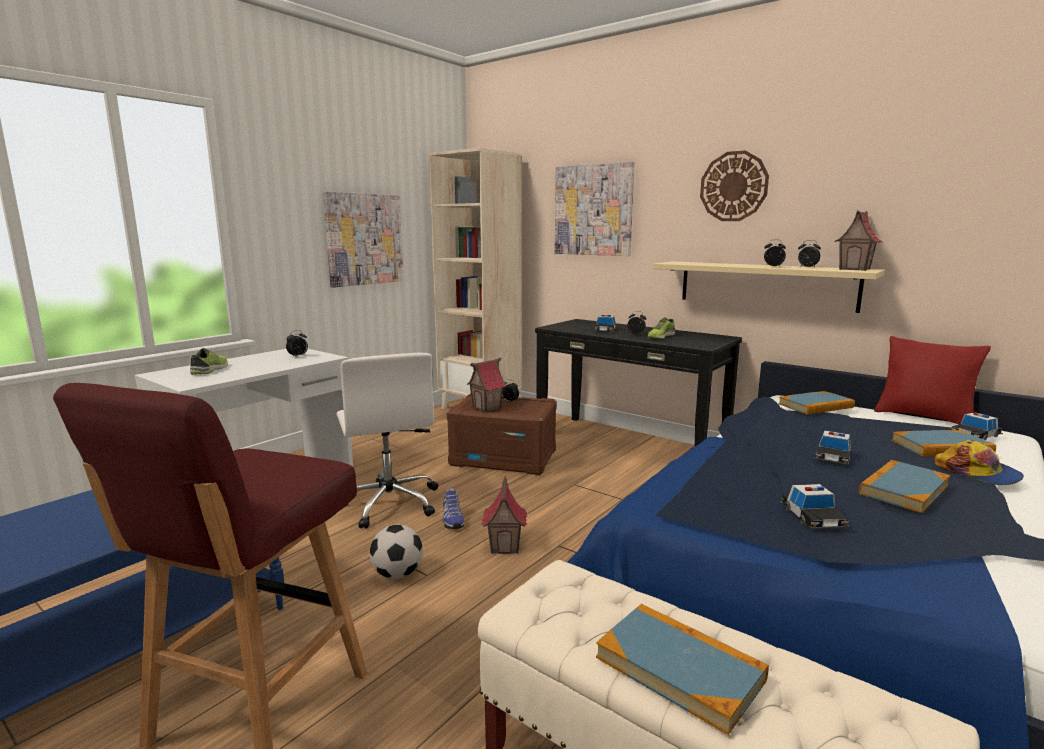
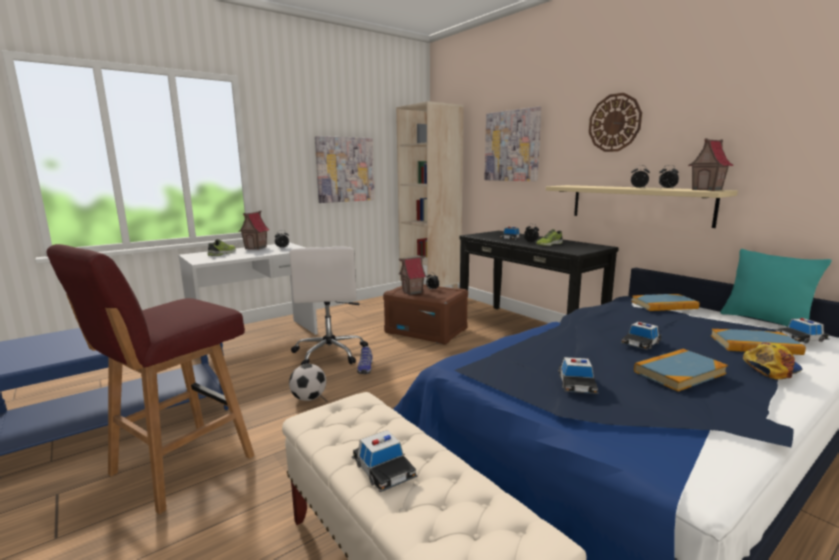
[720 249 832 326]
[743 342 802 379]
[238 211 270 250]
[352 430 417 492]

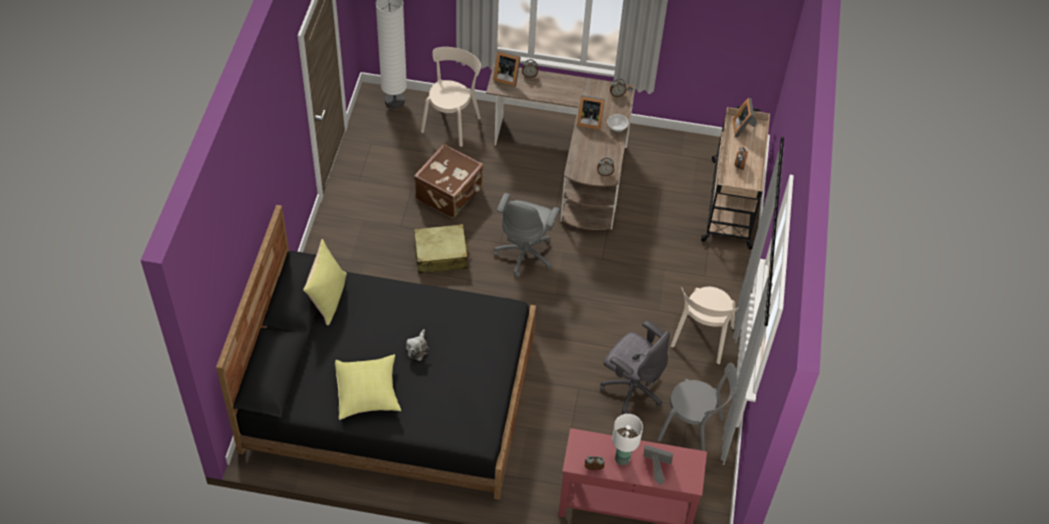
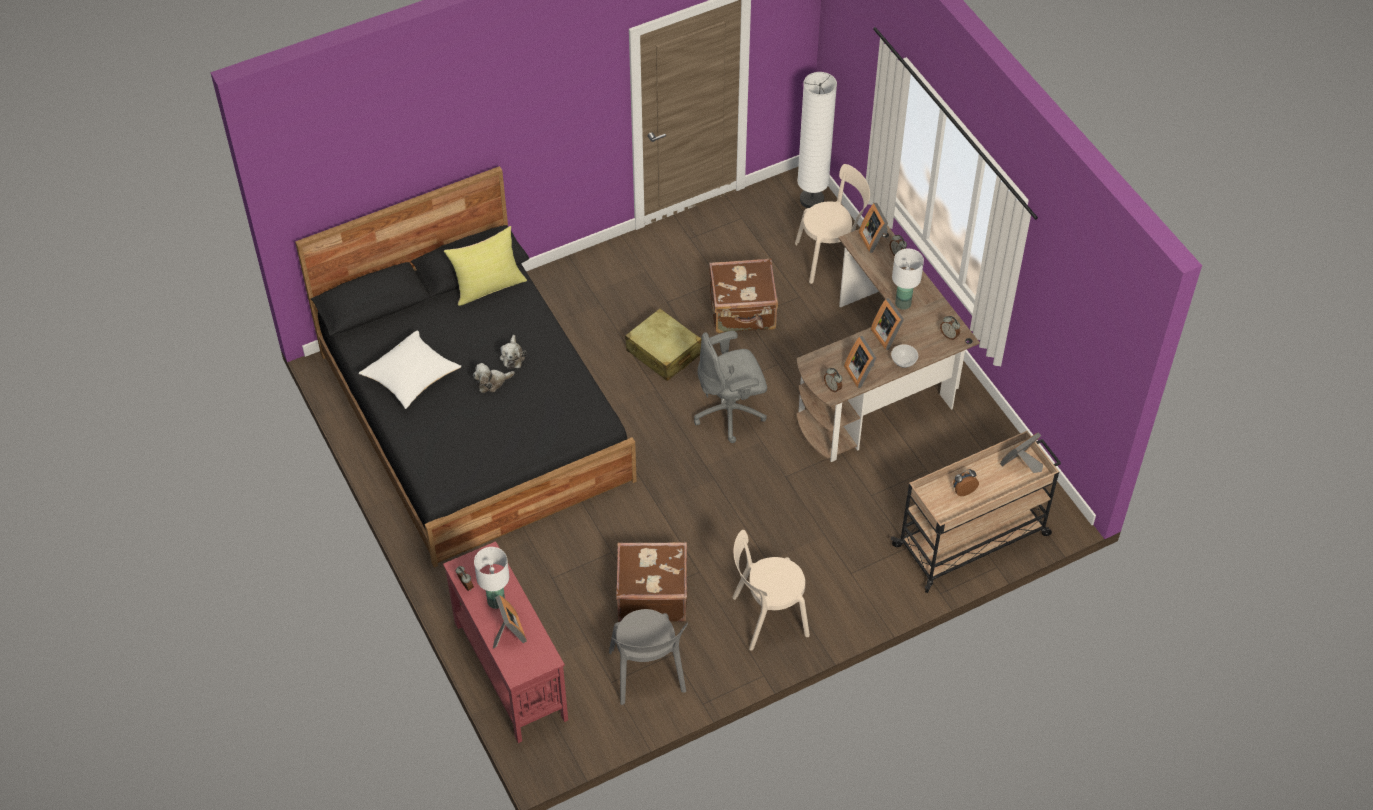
[616 542 687 622]
[359 331 461 409]
[892 249 924 310]
[500 335 526 368]
[844 336 876 388]

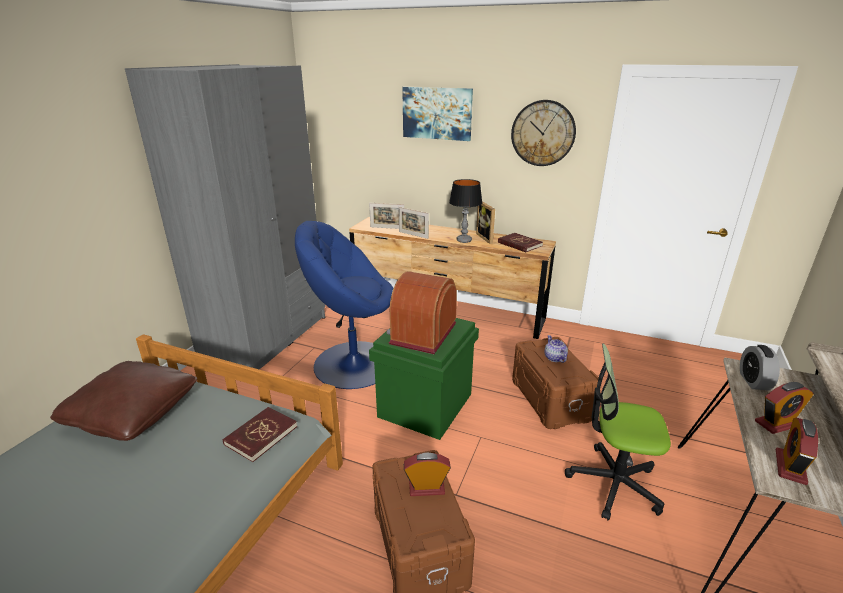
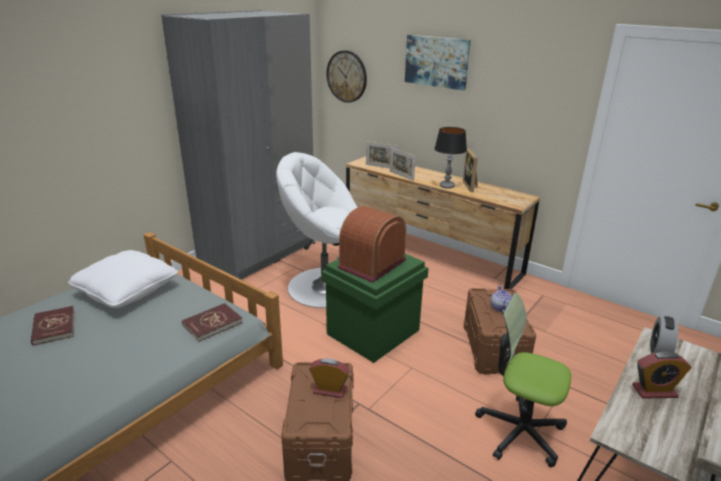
[326 50 367 103]
[276 152 357 308]
[31 306 74 346]
[68 250 178 308]
[776 418 818 485] (first image)

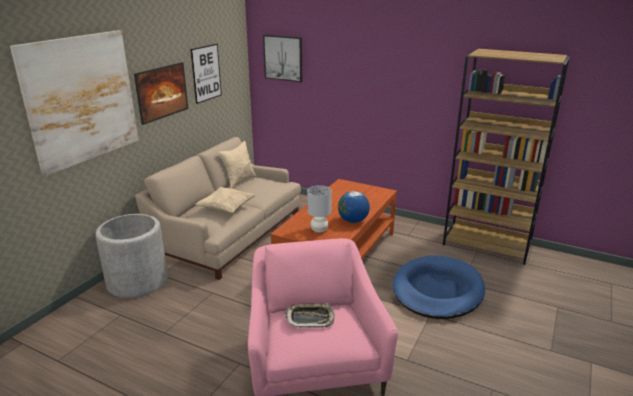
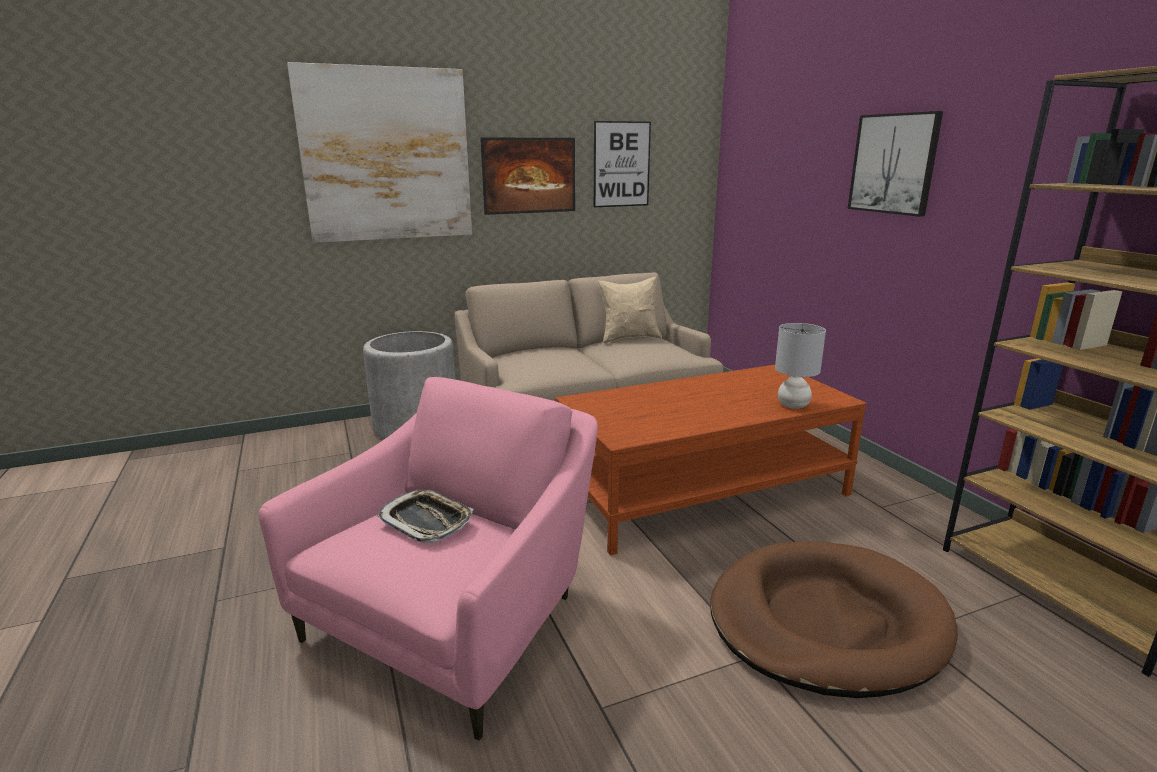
[848 111 943 217]
[775 323 826 409]
[196 187 256 213] (first image)
[338 191 370 223] (first image)
[710 541 958 698]

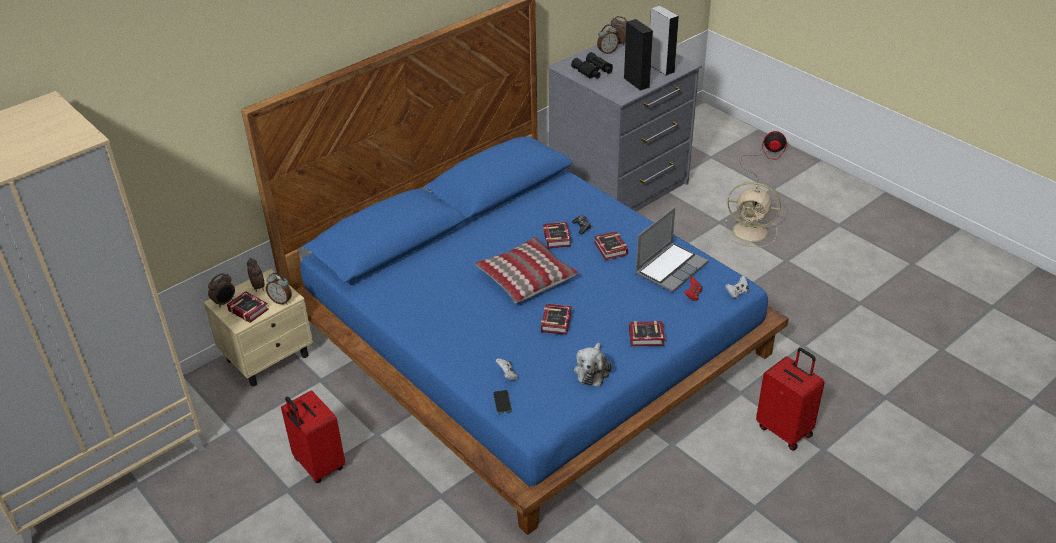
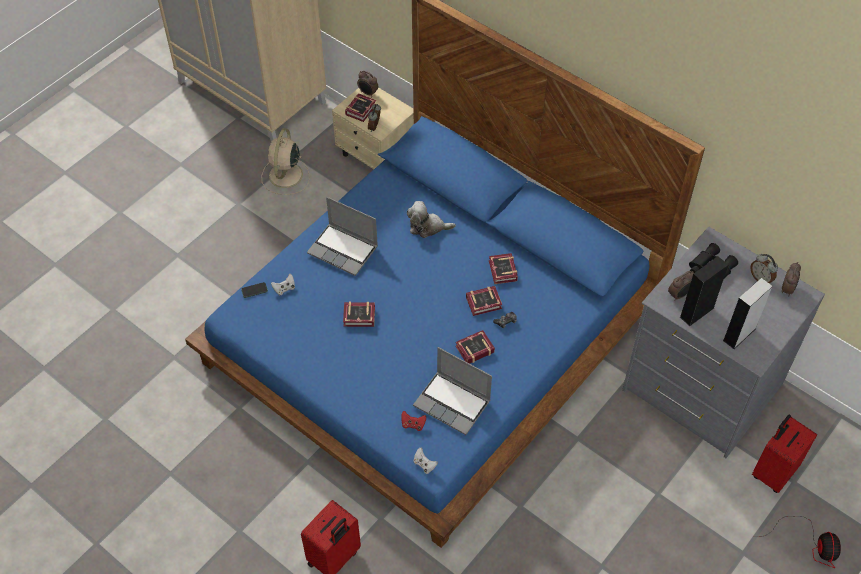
[262 128 309 195]
[475 237 578 303] (first image)
[668 271 694 301]
[489 253 518 284]
[407 201 456 238]
[752 415 817 493]
[307 197 378 276]

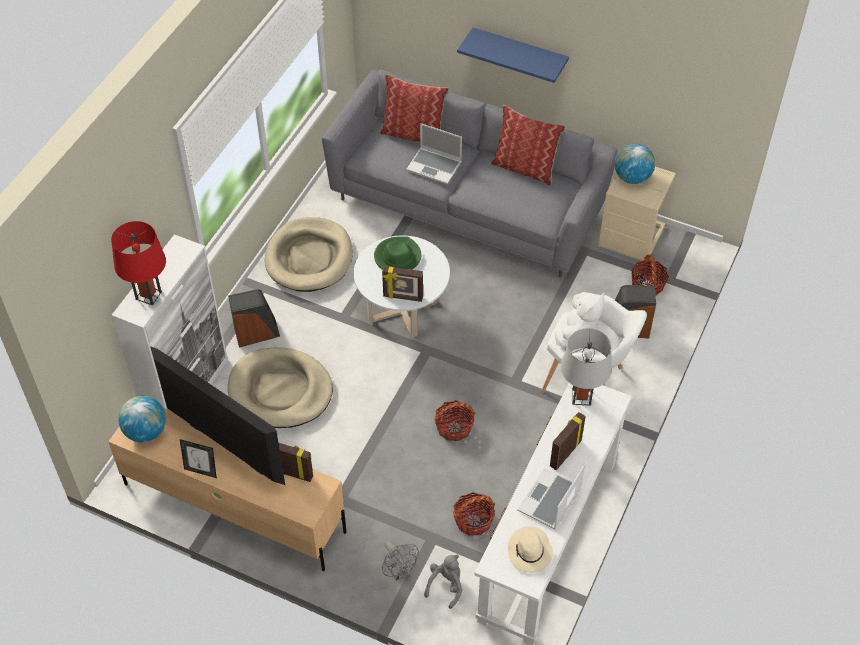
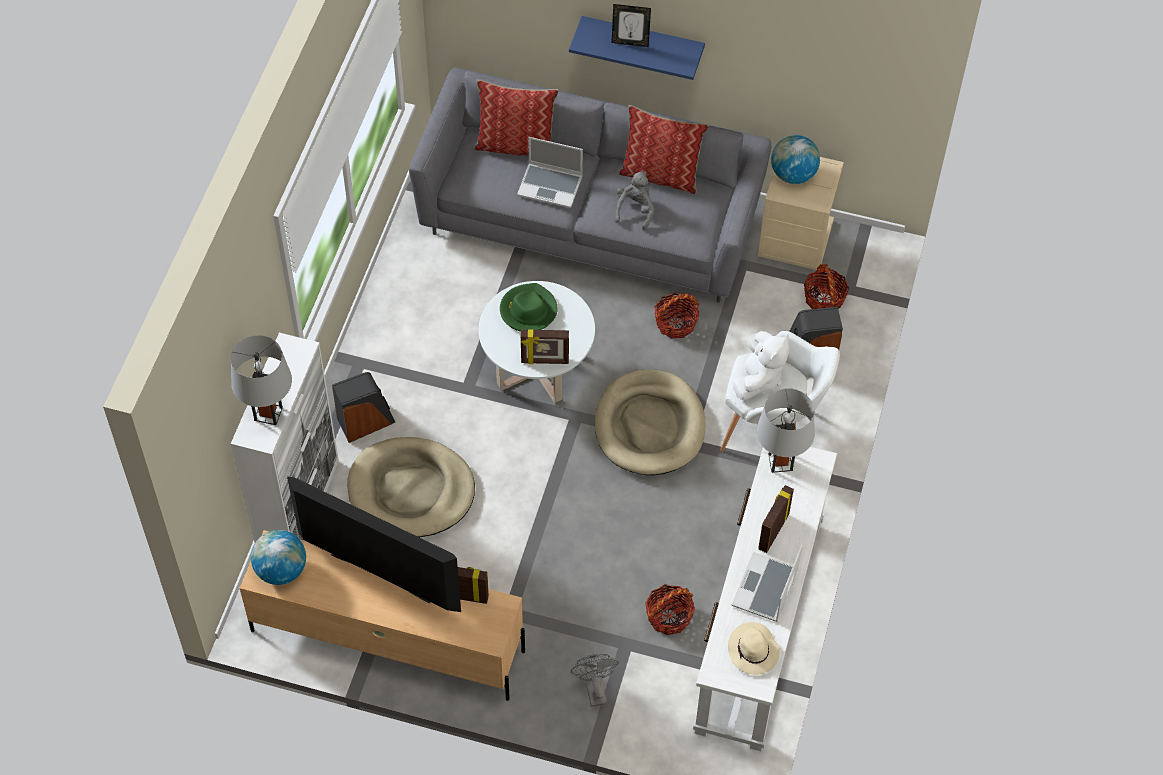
[595 369 706 475]
[231 335 292 425]
[655 293 699 339]
[611 4 651 47]
[571 654 619 707]
[614 172 654 230]

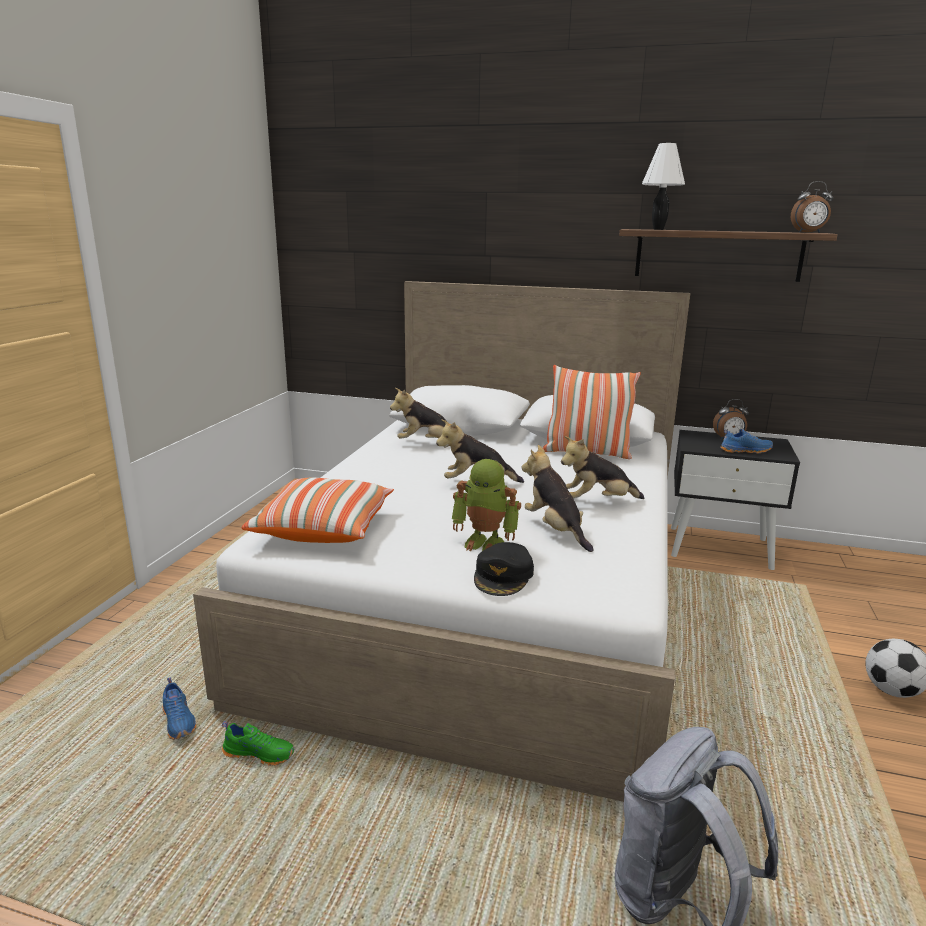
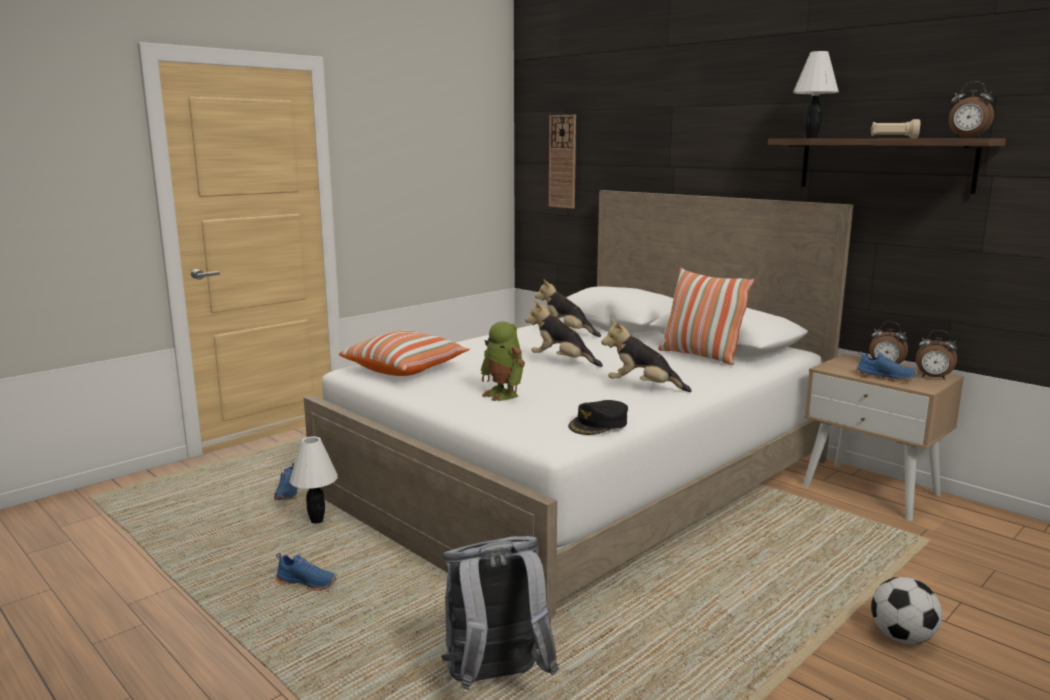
[803 354 964 521]
[522 445 593 552] (first image)
[568 400 628 435]
[290 436 338 524]
[549 115 576 209]
[871 119 920 138]
[916 330 957 380]
[276 553 337 591]

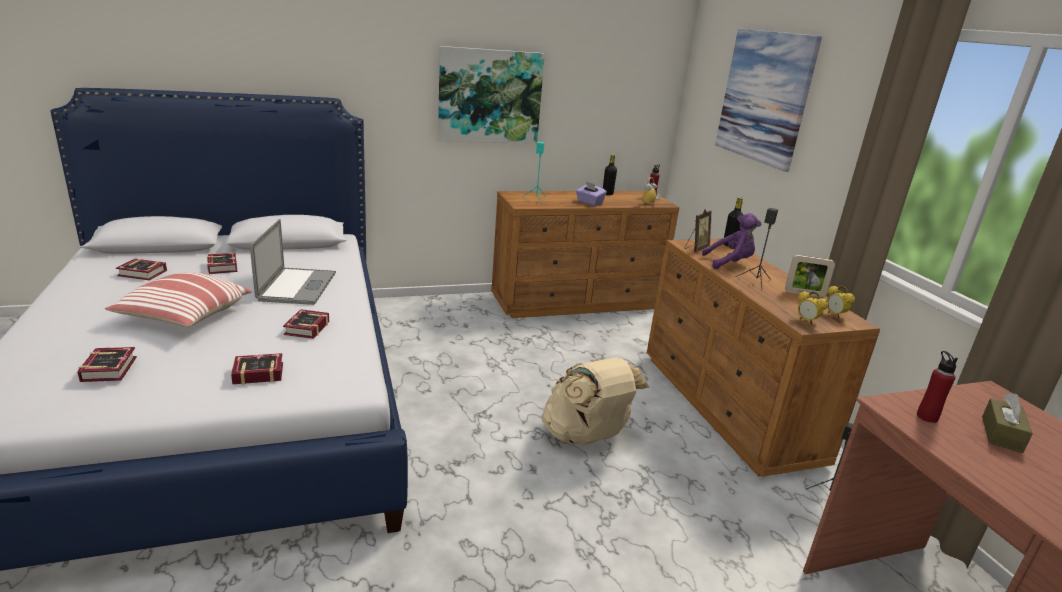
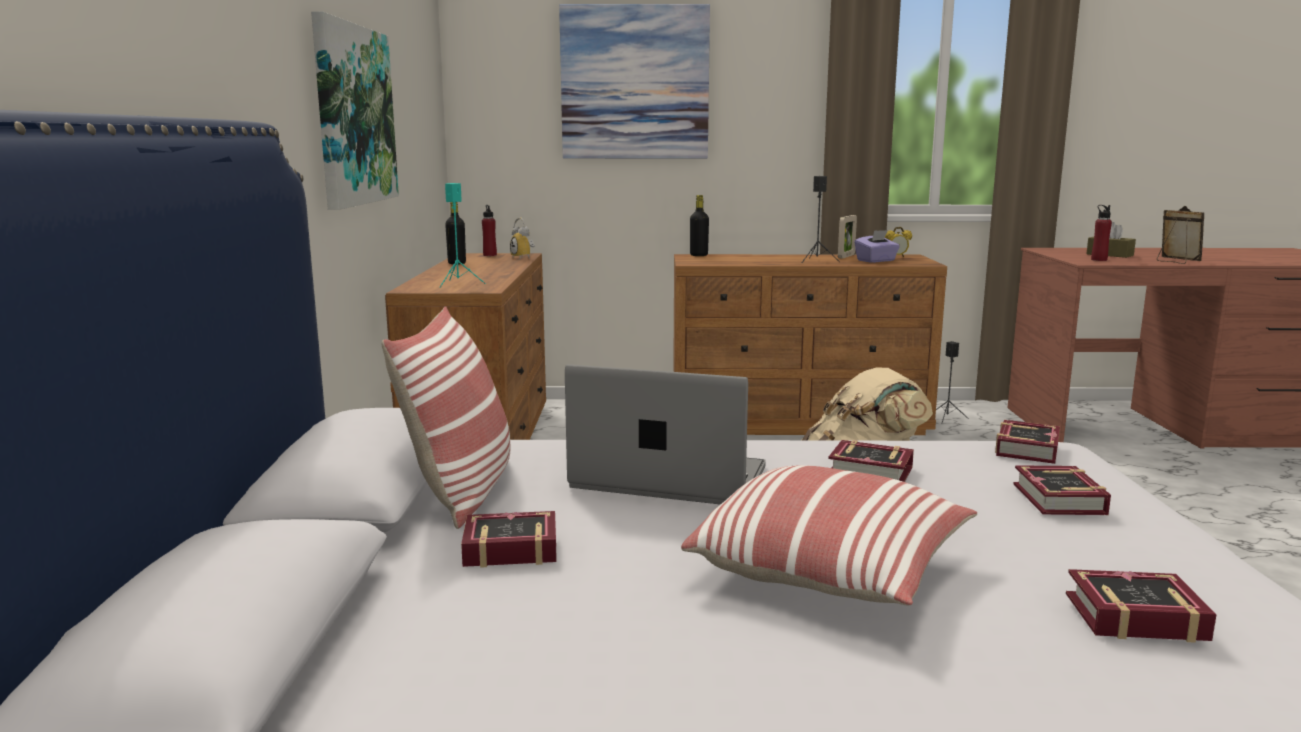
[854 230 900 263]
[1157 206 1204 264]
[702 213 761 269] (first image)
[995 420 1060 464]
[798 291 828 324] (first image)
[381 306 510 529]

